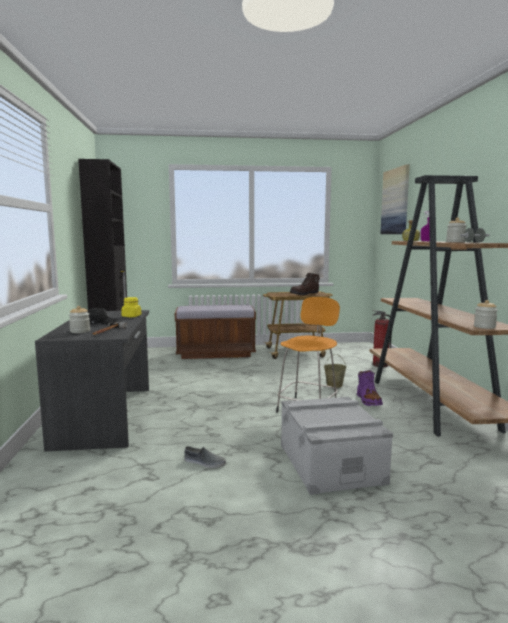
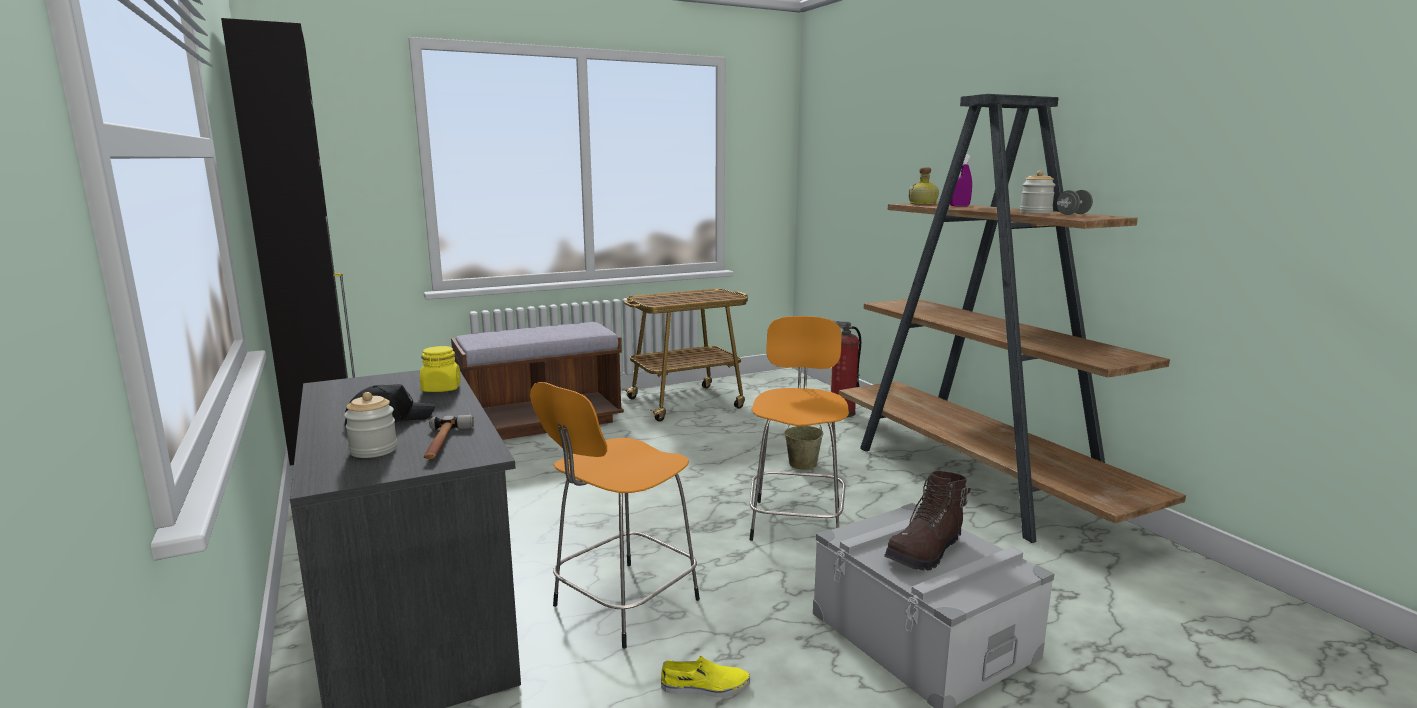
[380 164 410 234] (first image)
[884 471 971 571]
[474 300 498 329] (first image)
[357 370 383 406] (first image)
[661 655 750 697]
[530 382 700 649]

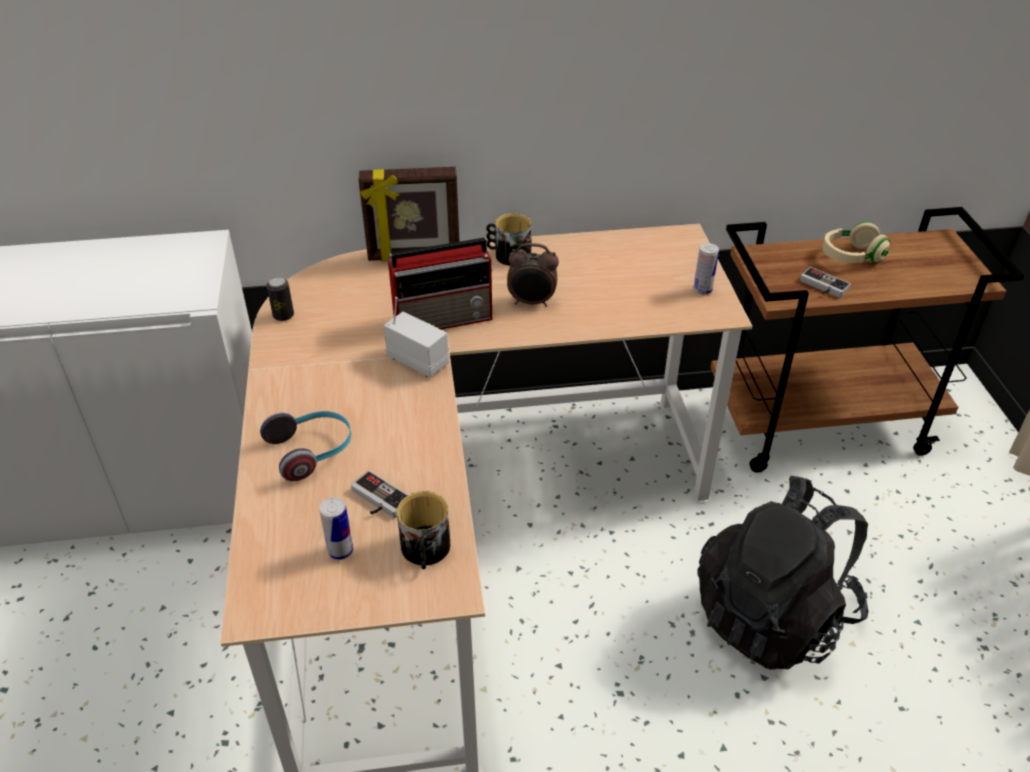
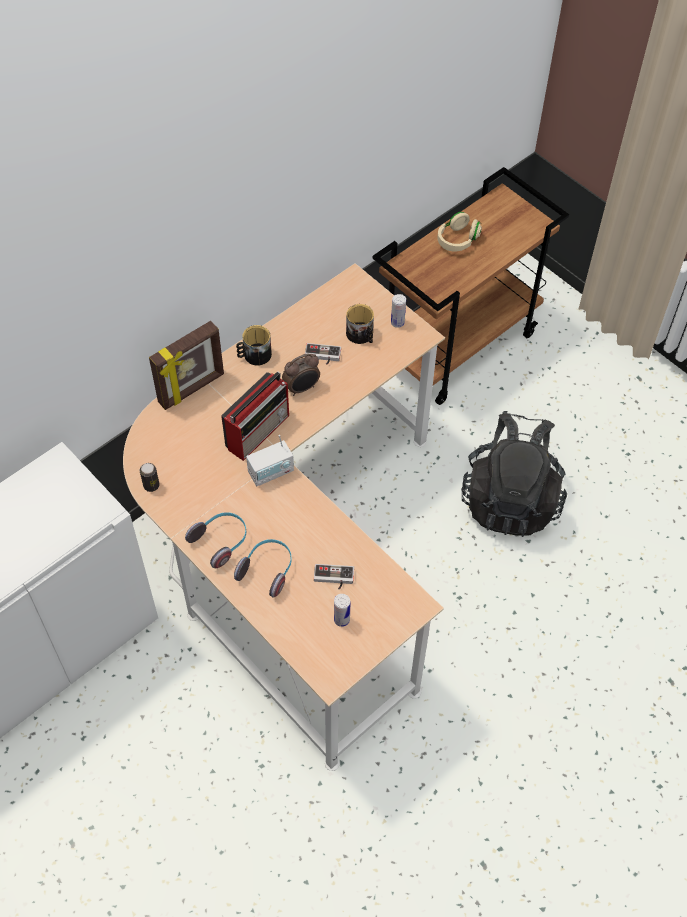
[305 343 341 365]
[246 435 294 486]
[346 304 374 344]
[185 512 246 568]

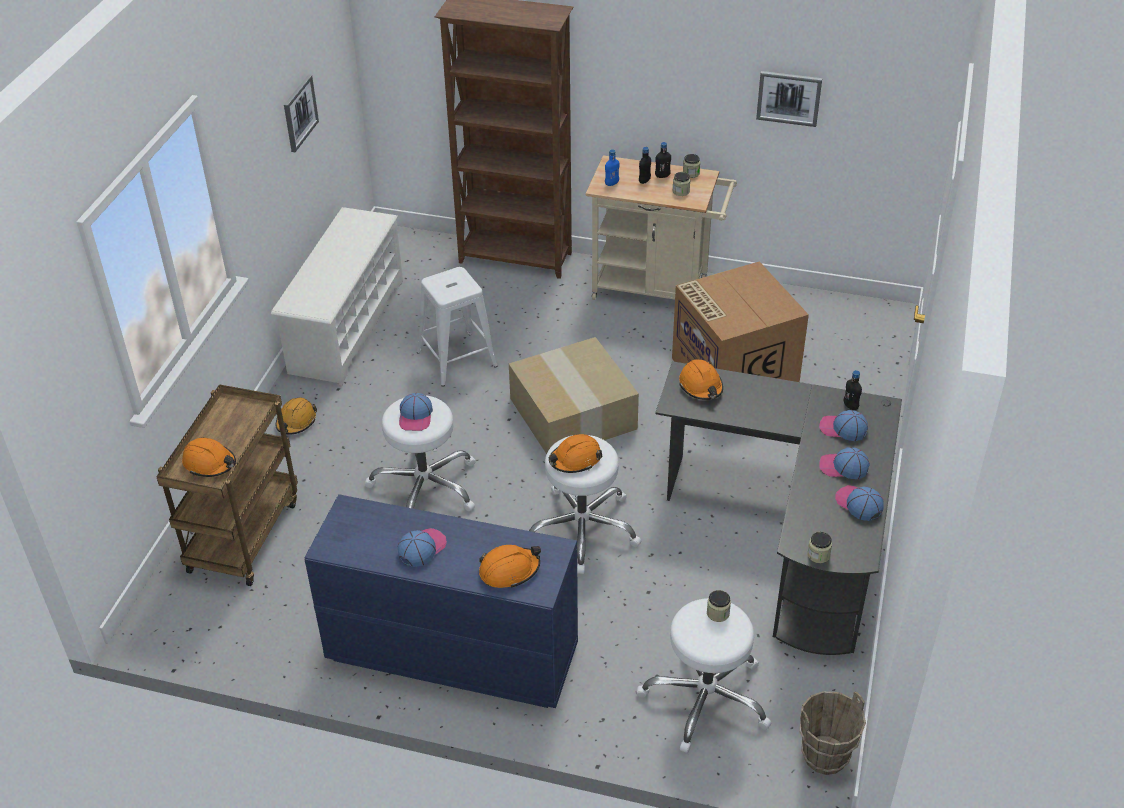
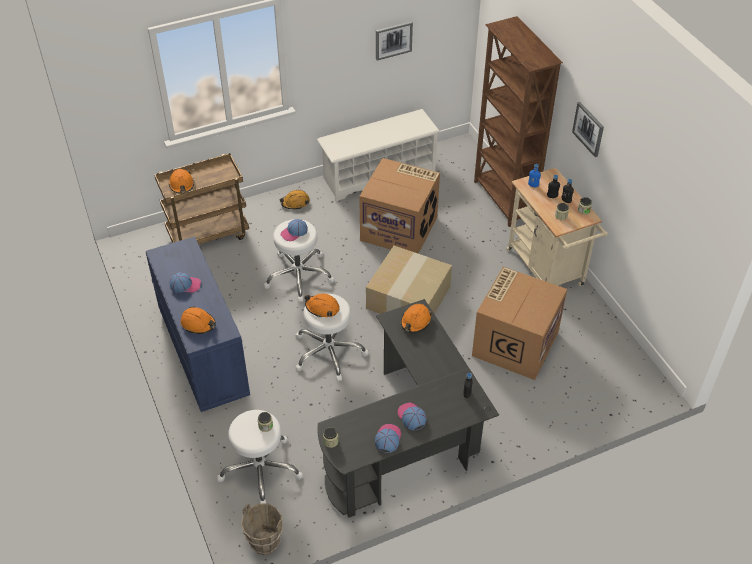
[572 102 604 157]
[359 158 440 254]
[819 410 868 441] (first image)

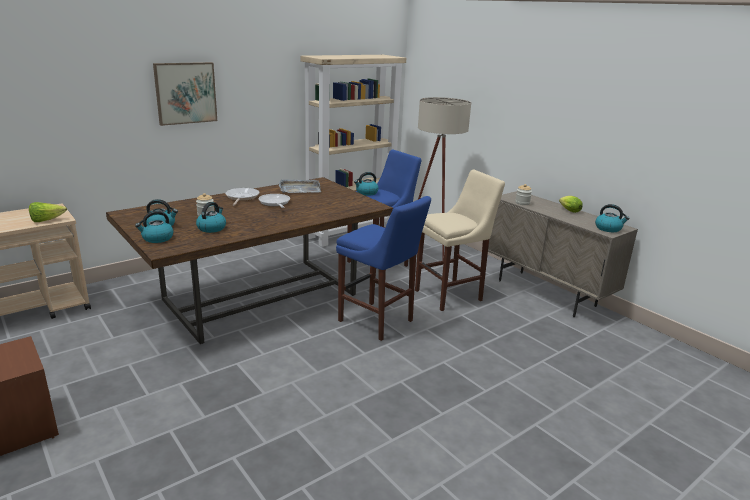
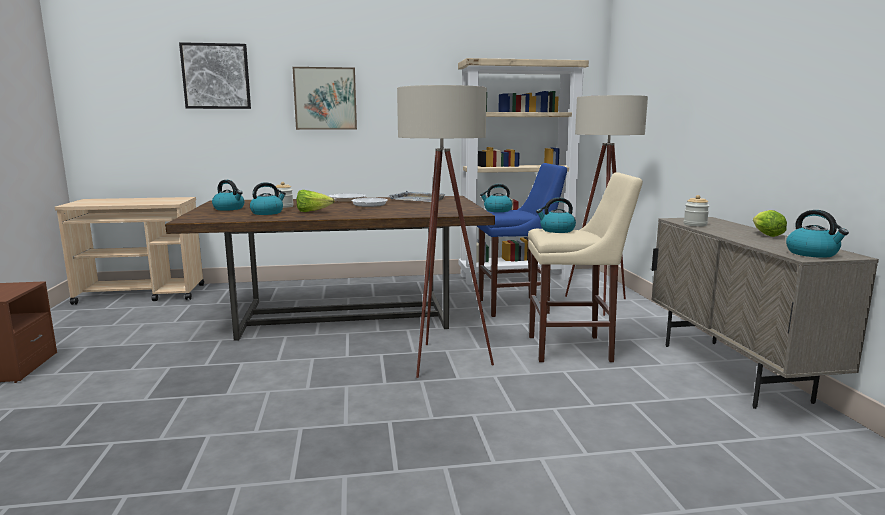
[397 85 494 378]
[297 190 334 212]
[536 197 576 233]
[179 42 251 109]

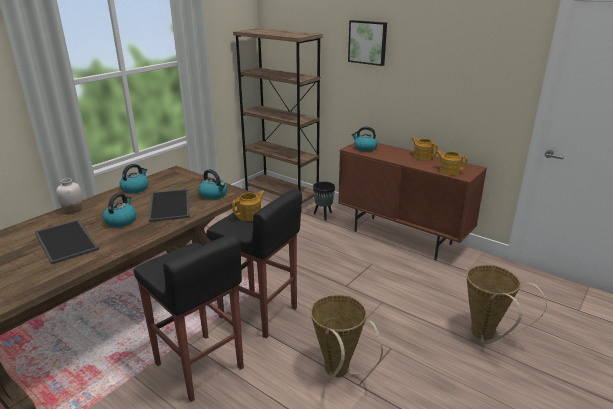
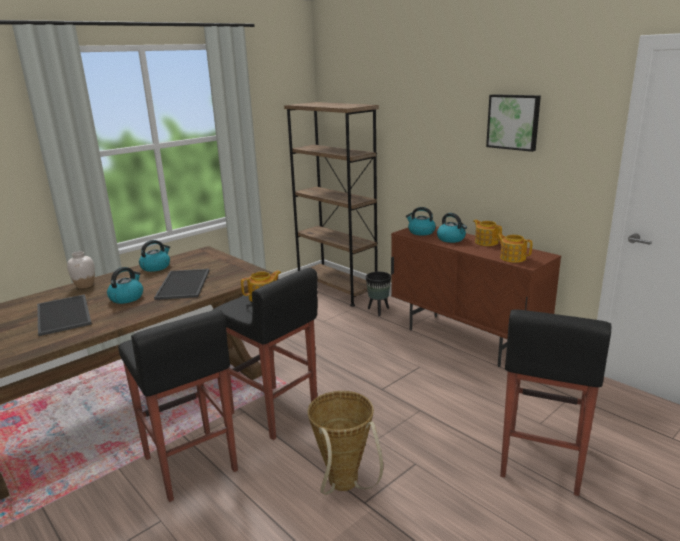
[486 94 541 152]
[437 213 467 243]
[500 309 611 496]

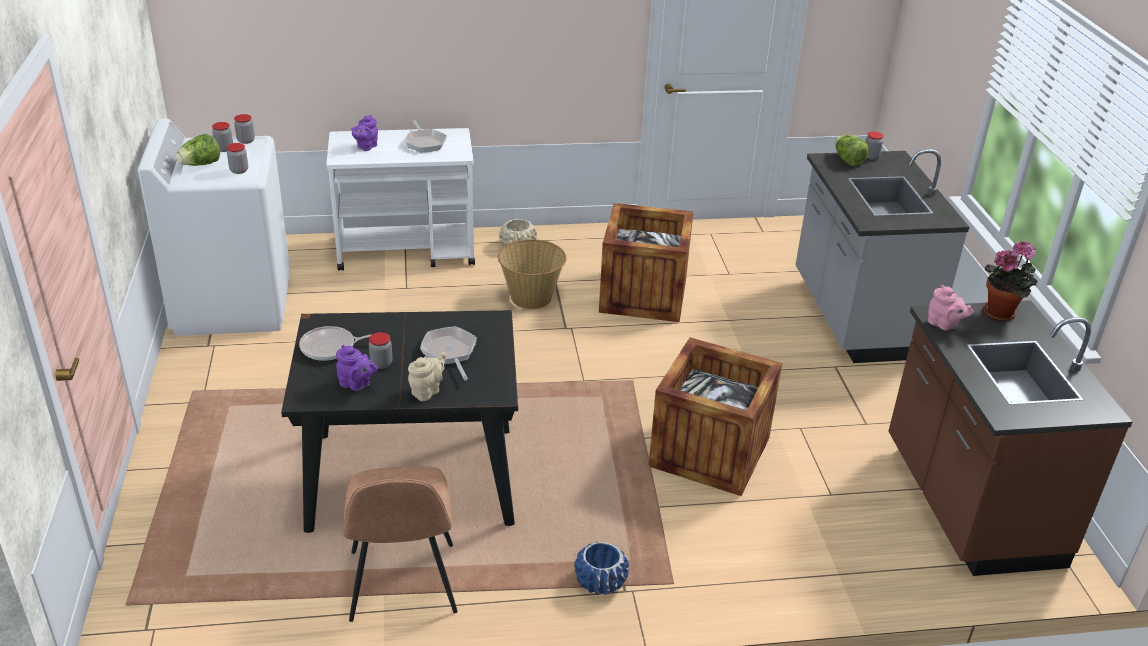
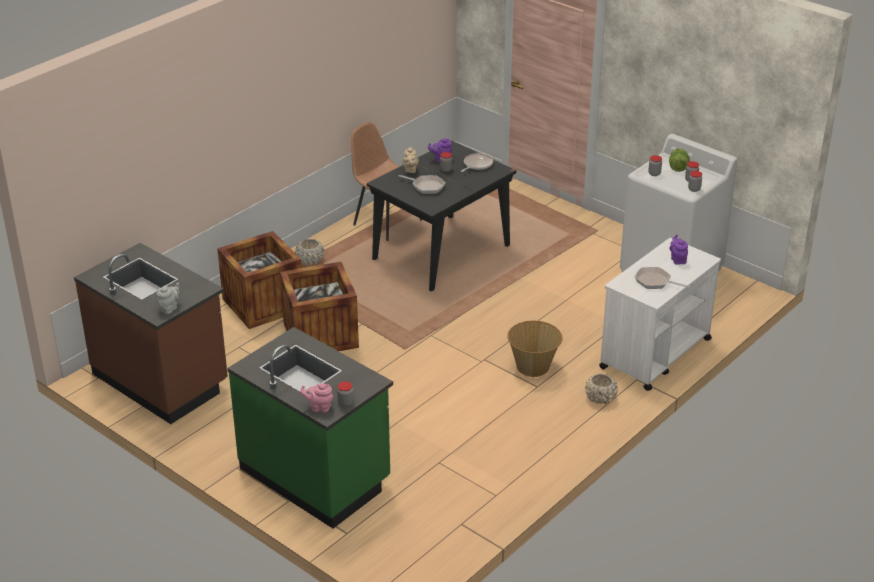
[835 135 869 166] (first image)
[227 327 393 528]
[217 231 302 329]
[157 283 179 314]
[300 383 333 413]
[295 239 324 265]

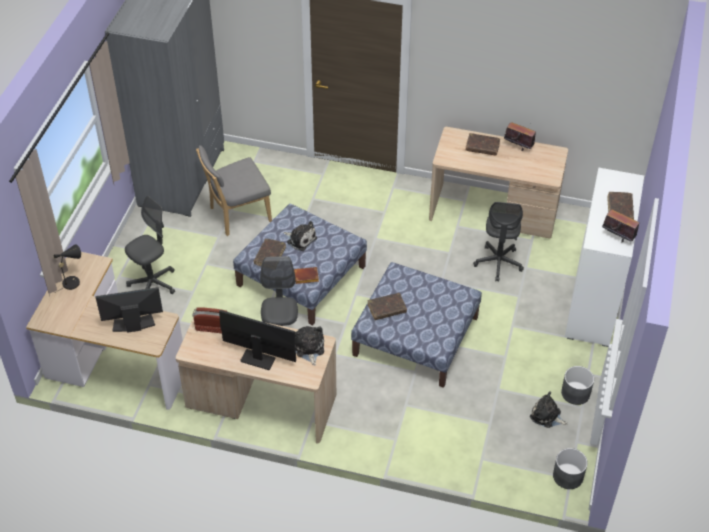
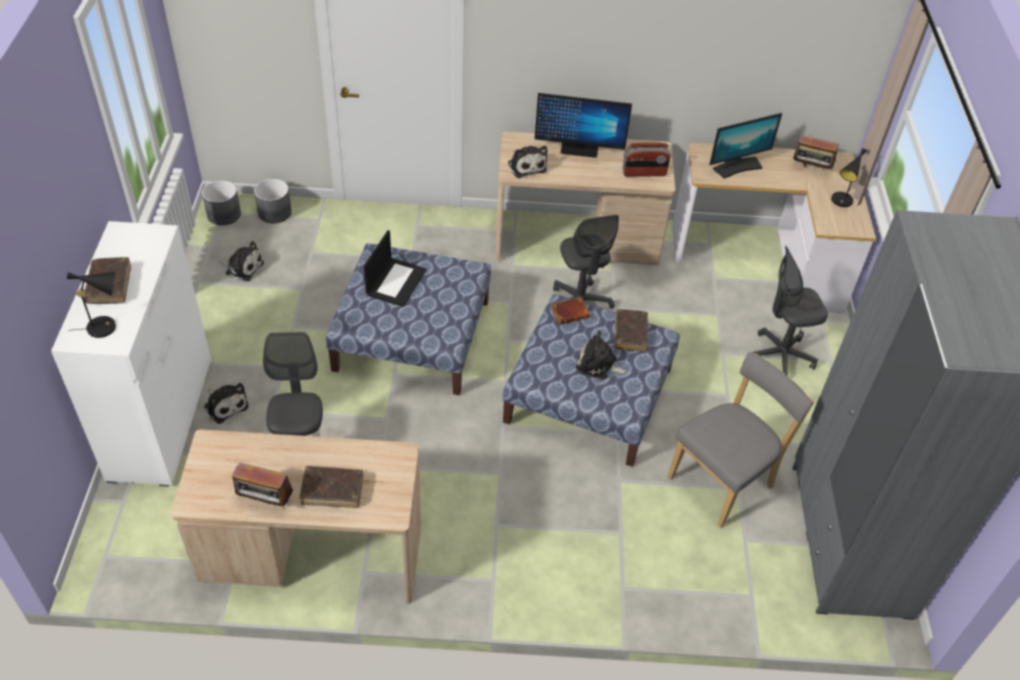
[752 245 828 375]
[793 135 839 170]
[368 293 407 320] (first image)
[254 179 292 223]
[364 230 426 307]
[67 272 116 338]
[204 383 248 424]

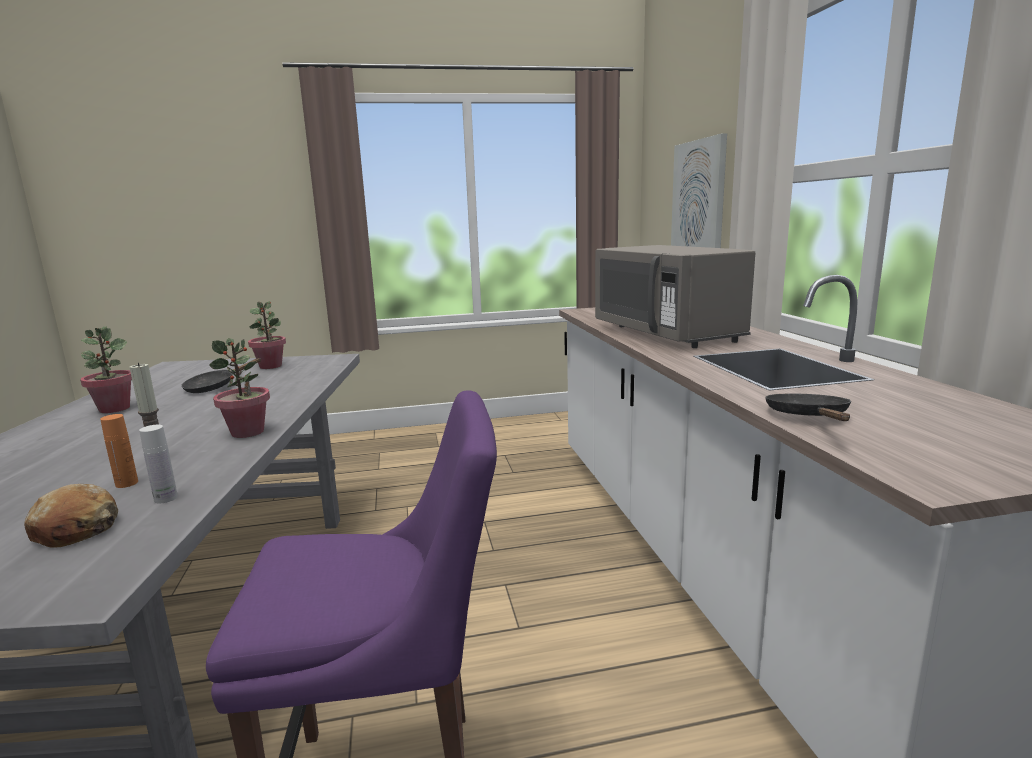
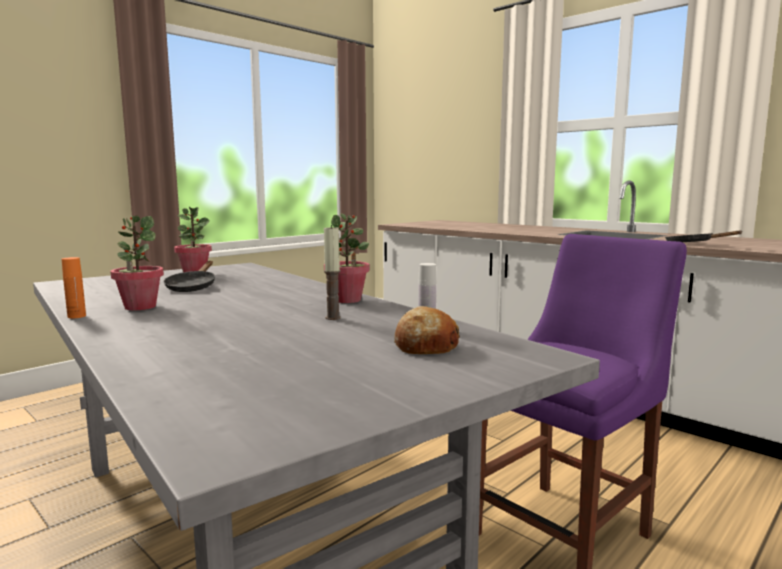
[671 133 727 248] (first image)
[595 245 755 348] (first image)
[62 257 86 318]

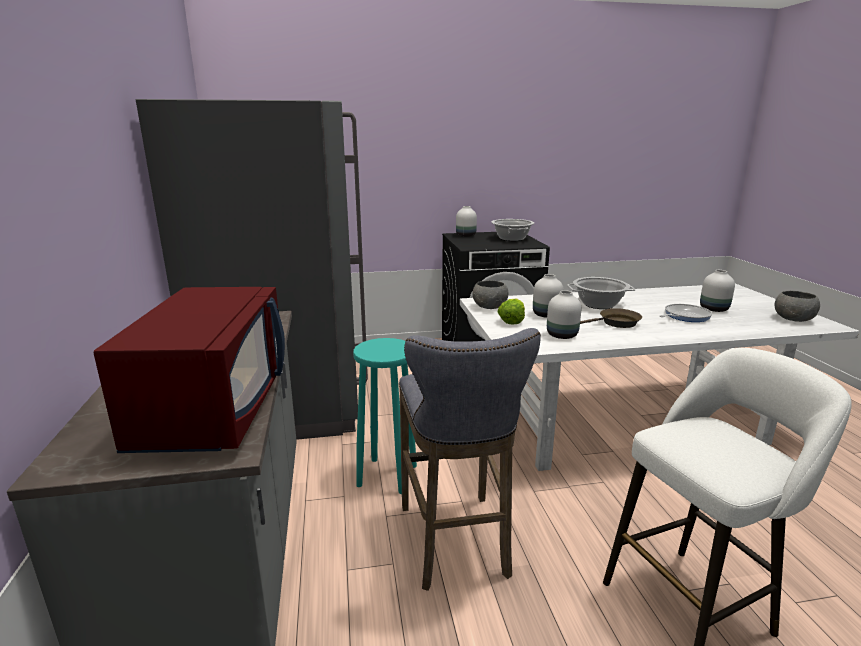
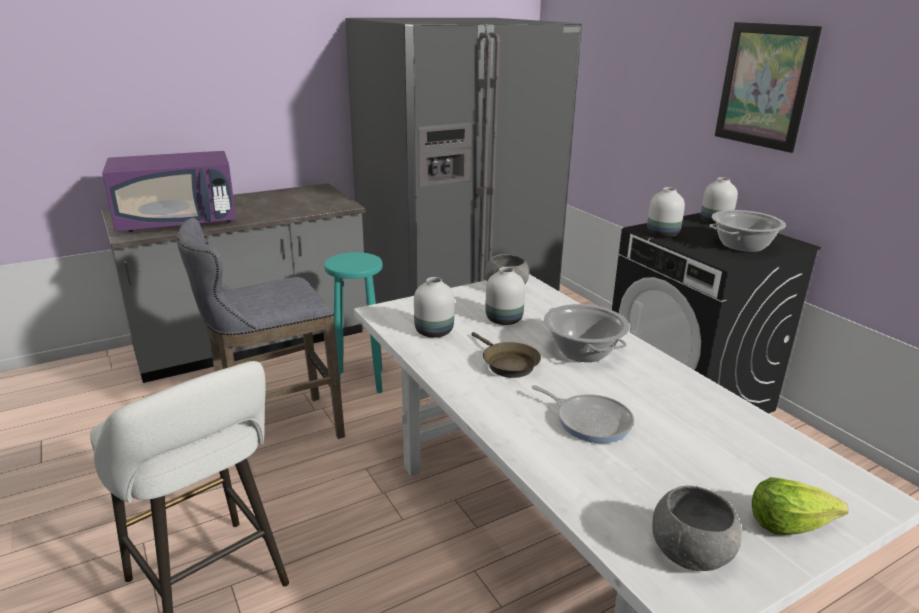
[647 187 685 238]
[102 151 236 232]
[752 477 849 535]
[715 22 822 153]

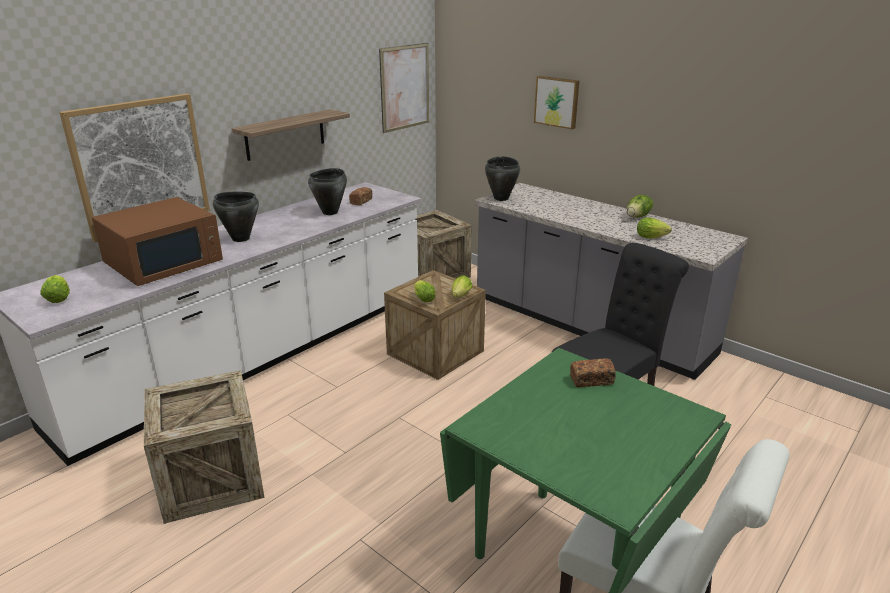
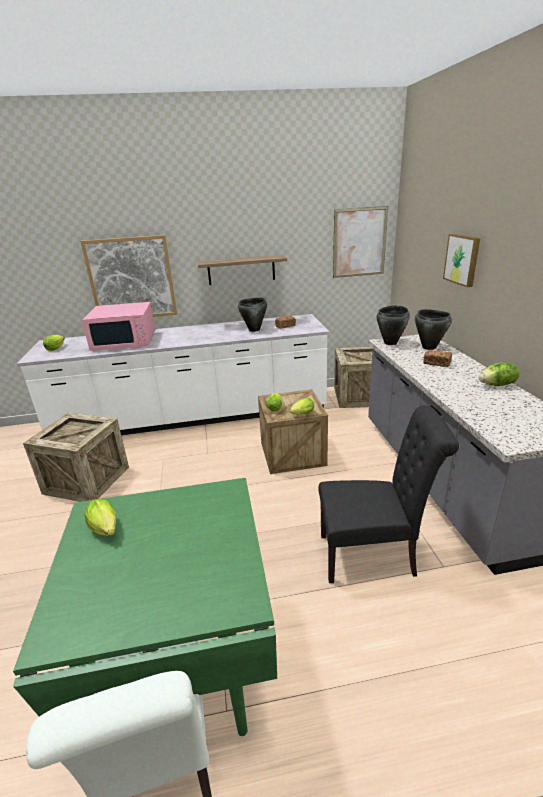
[415 309 452 350]
[82 302 155 351]
[84 499 116 536]
[423 350 452 367]

